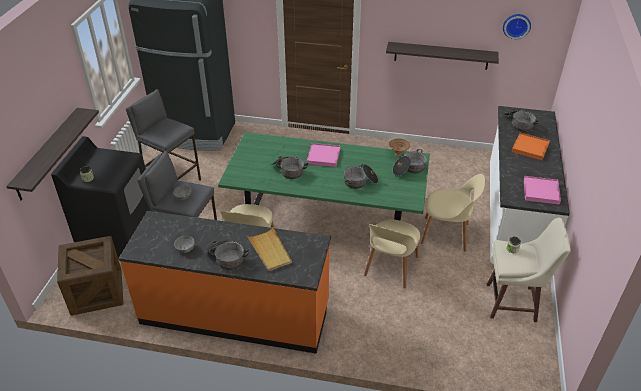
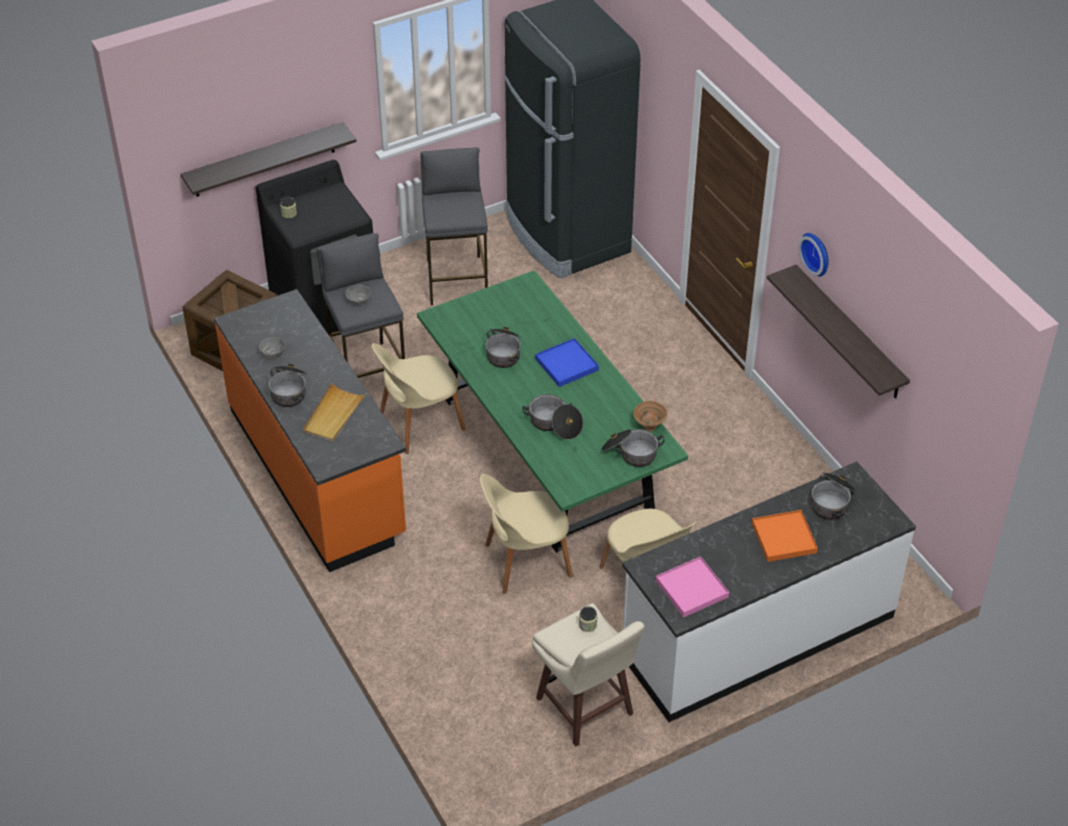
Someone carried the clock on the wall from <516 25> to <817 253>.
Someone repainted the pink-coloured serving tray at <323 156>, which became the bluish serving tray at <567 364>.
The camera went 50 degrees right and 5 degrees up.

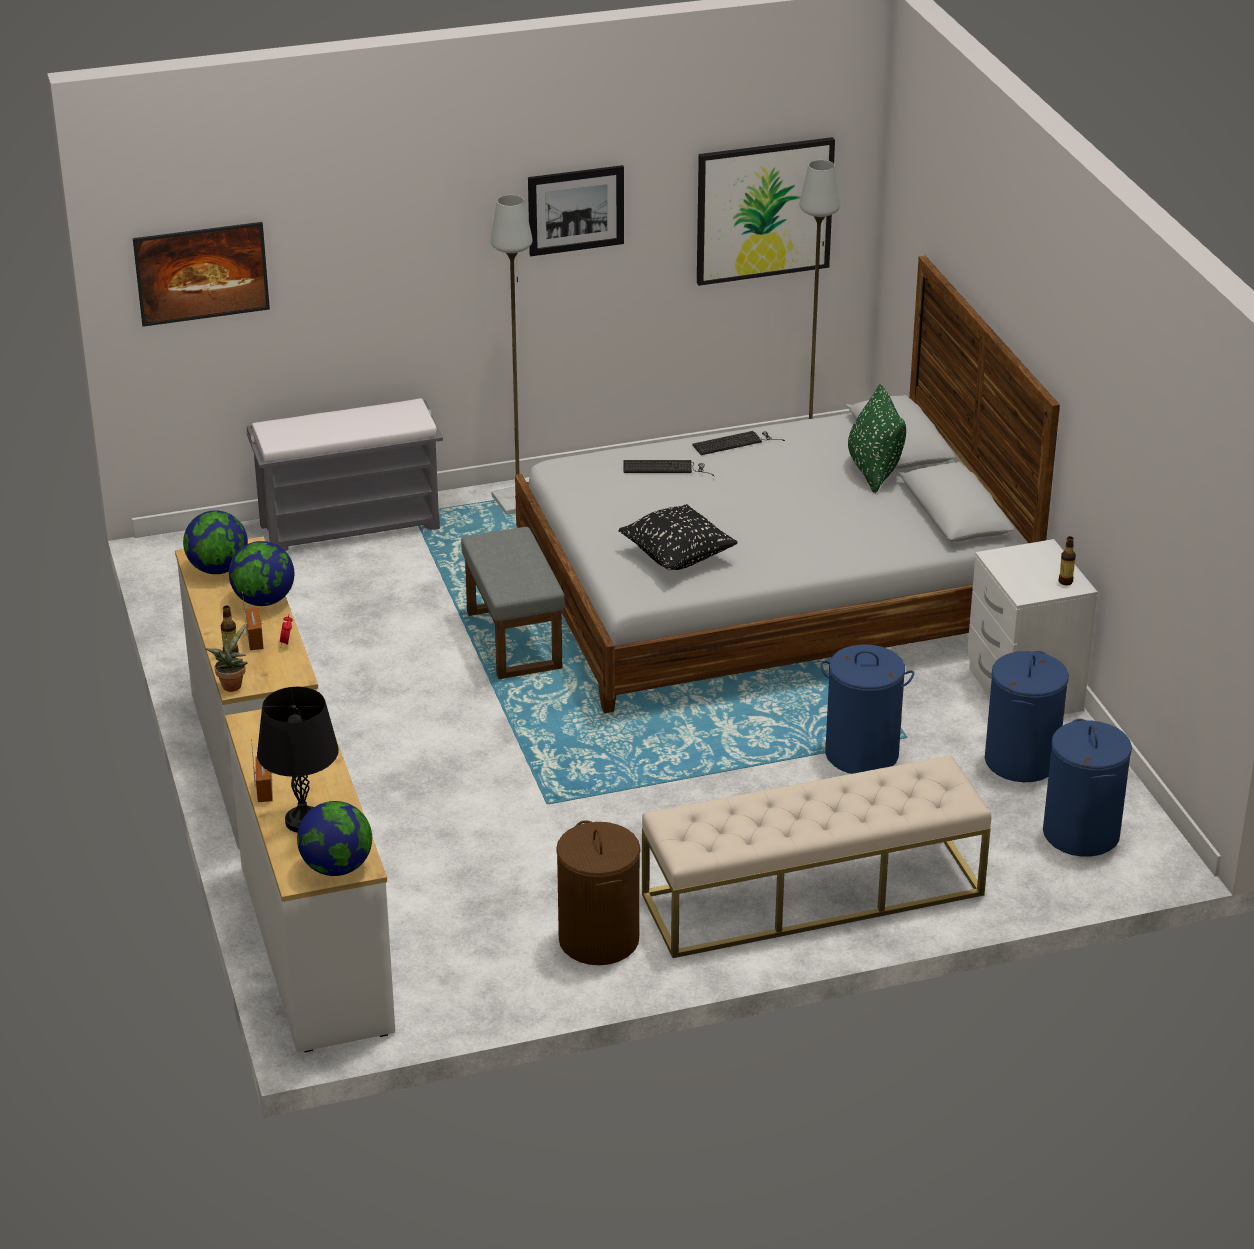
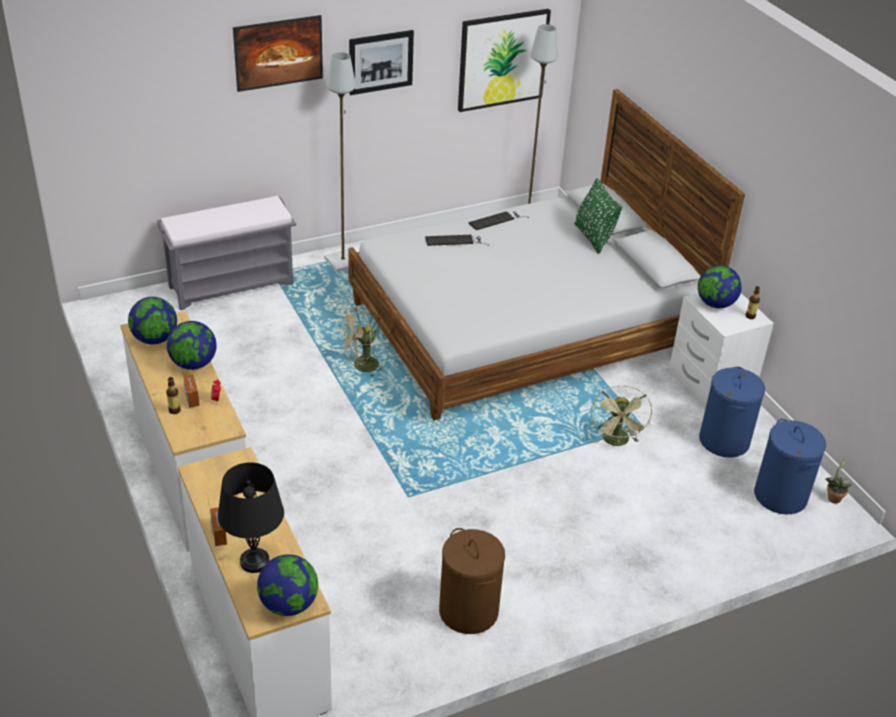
Someone carried the picture from <203 295> to <279 68>.
Someone took away the blackish throw pillow at <677 557>.
Someone swapped the grey ottoman at <515 641> for the beige cooling fan at <361 367>.
Someone carried the plant in a pot from <232 684> to <833 497>.
Someone swapped the bluish laundry basket at <862 754> for the green cooling fan at <617 442>.
Someone took away the beige bench at <812 895>.
Someone put down the world globe at <715 304>.
The camera went 10 degrees left and 5 degrees up.

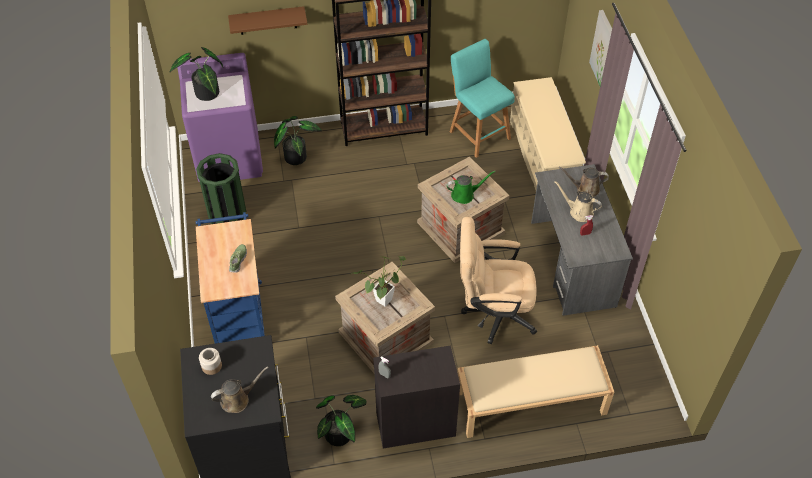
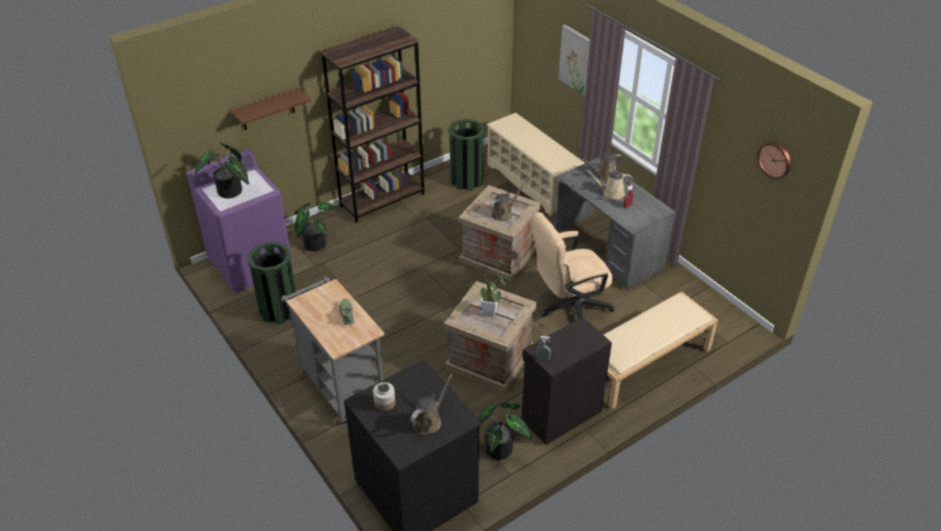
Someone swapped the blue-green sitting stool at <478 133> for the green waste bin at <466 180>.
Someone repainted the green watering can at <465 195>, which became the brown-coloured watering can at <503 213>.
Someone repainted the bluish cart at <239 312>, which became the grey cart at <340 384>.
Someone put up the clock on the wall at <775 159>.
The camera went 25 degrees left and 10 degrees down.

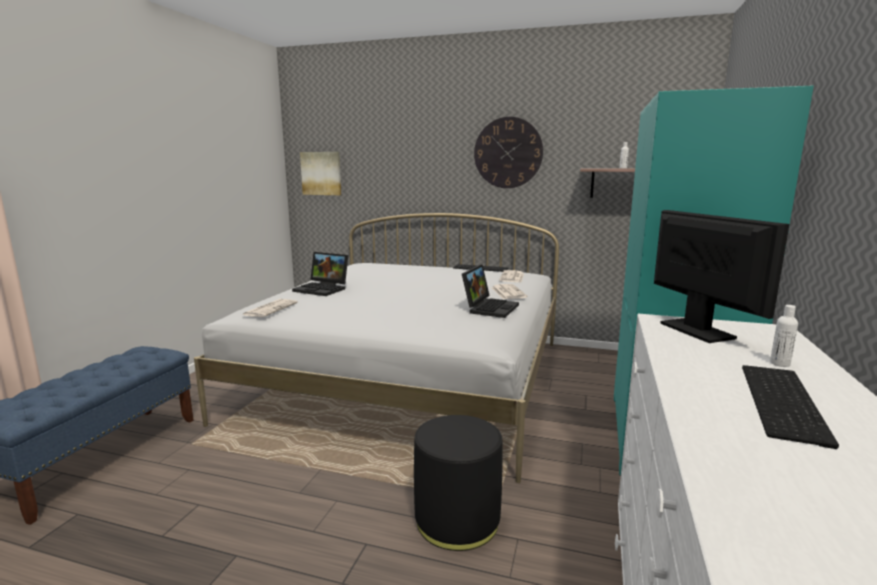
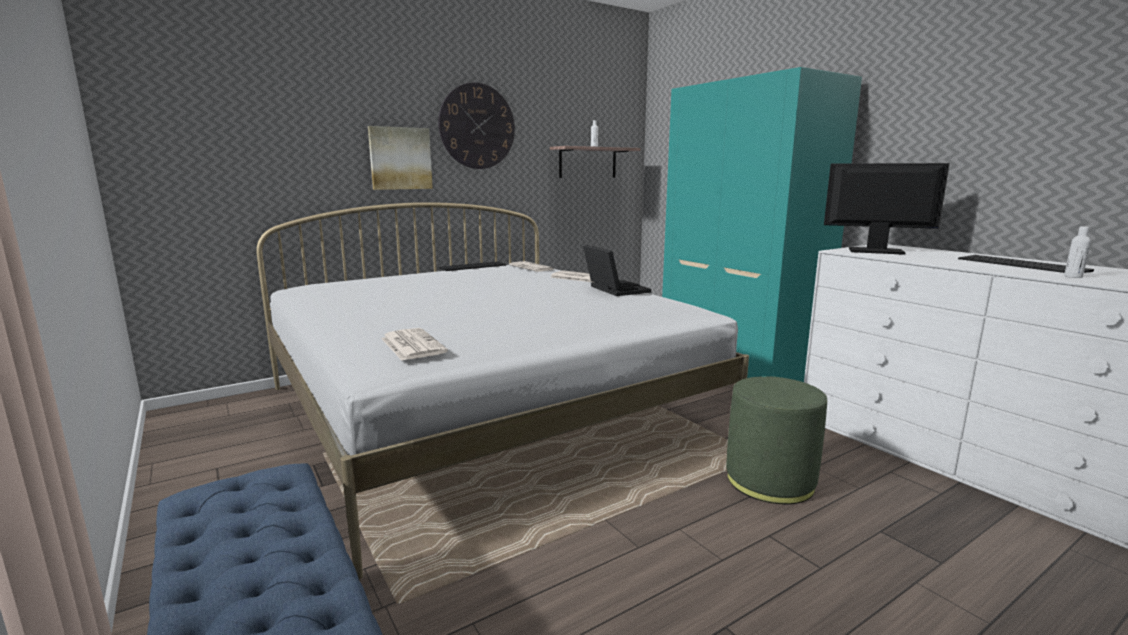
Someone carried the picture from <321 173> to <400 158>.
Someone took away the notebook computer at <323 289>.
Someone carried the white drink bottle from <780 363> to <1073 276>.
Someone repainted the blackish ottoman at <457 520>, which became the green ottoman at <769 481>.
The camera went 50 degrees left and 0 degrees up.

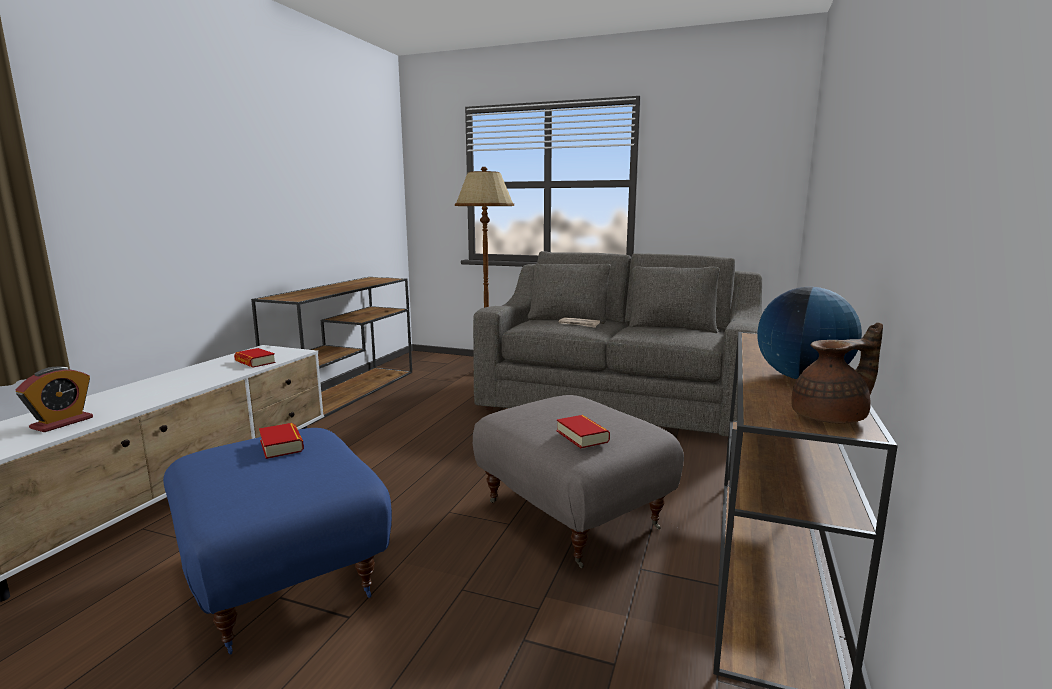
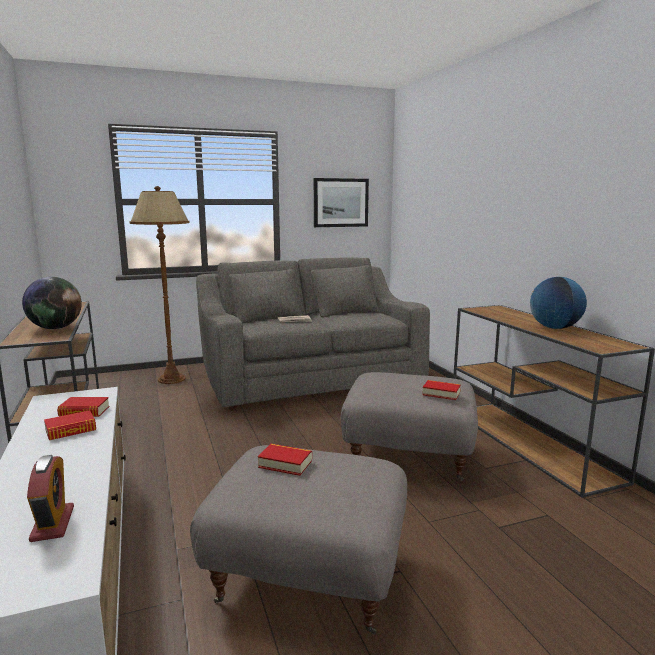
Someone took away the brown-coloured pot for tea at <831 418>.
Someone repainted the bluish ottoman at <286 574>, which became the grey ottoman at <309 574>.
Someone put up the picture at <340 202>.
Someone put down the world globe at <55 328>.
Someone put down the book at <71 430>.
The camera went 40 degrees left and 0 degrees up.

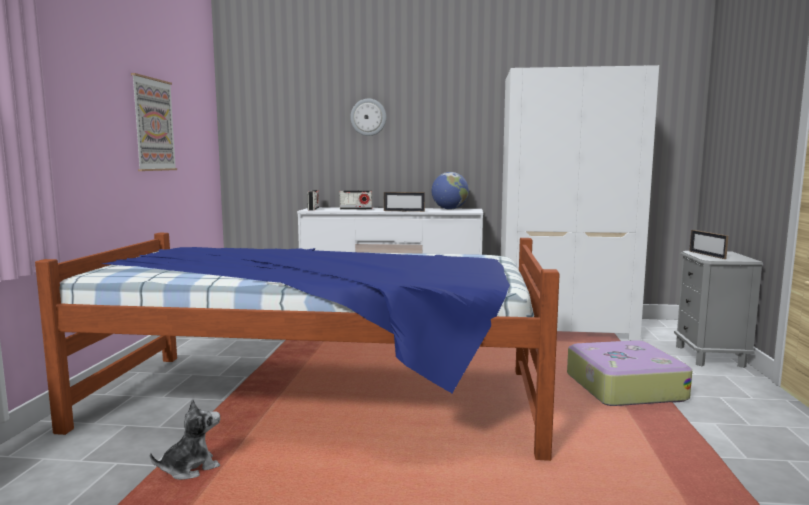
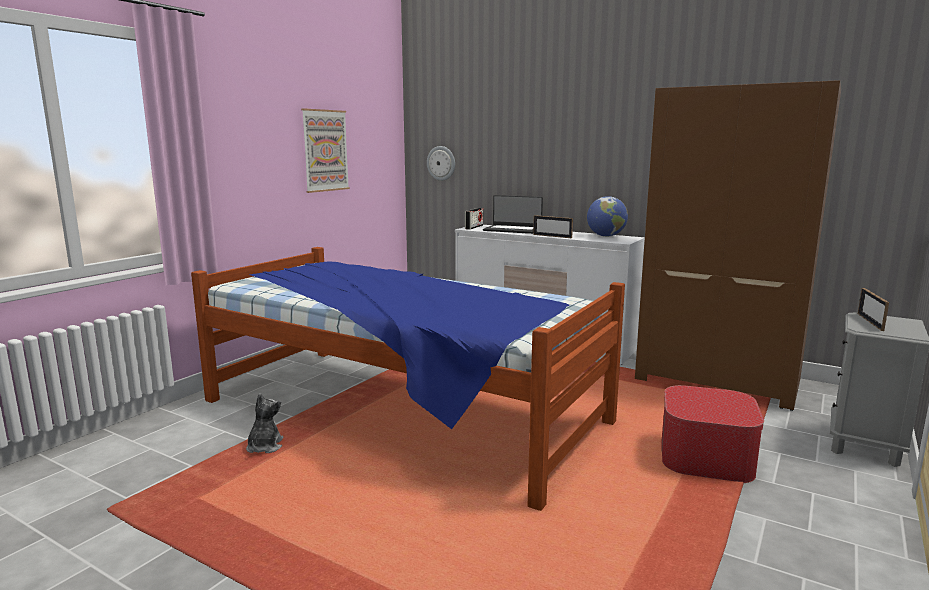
Someone repainted the white clothes cupboard at <565 327>, which became the brown-coloured clothes cupboard at <718 380>.
Someone carried the clock on the wall from <368 117> to <441 163>.
Someone swapped the radio set at <356 209> for the notebook computer at <512 230>.
Someone swapped the piece of luggage at <623 387> for the ottoman at <705 457>.
Someone rotated the plush toy at <190 468> by 75 degrees counterclockwise.
The camera went 25 degrees right and 5 degrees up.

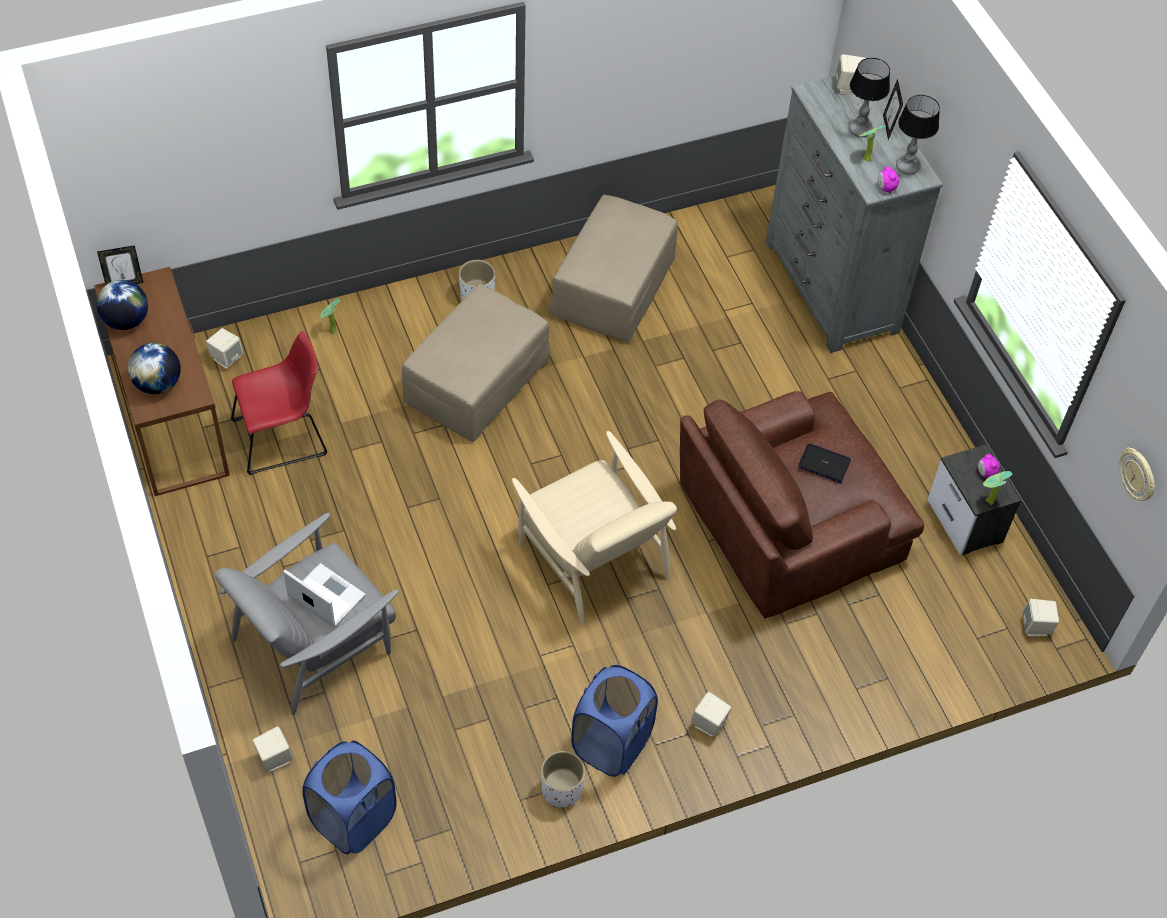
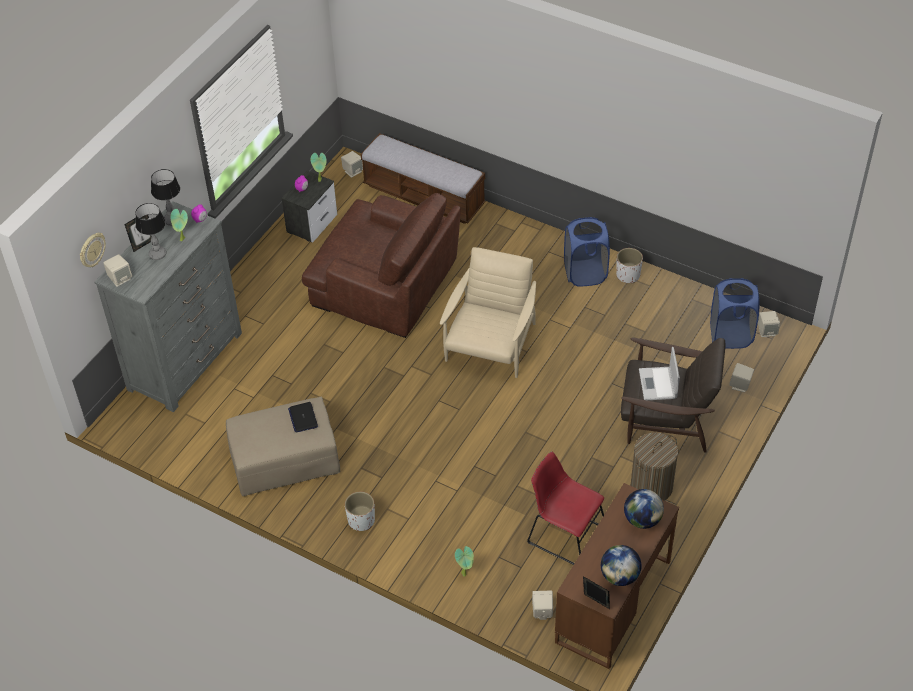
Someone took away the beige ottoman at <476 381>.
Someone carried the notebook computer from <824 464> to <303 417>.
Someone carried the clock on the wall from <1138 475> to <92 250>.
Someone repainted the grey lounge chair at <315 642>, which became the brown-coloured lounge chair at <666 418>.
Someone carried the beige audio speaker from <709 724> to <767 331>.
Someone put down the bench at <424 196>.
Someone put down the laundry basket at <651 487>.
The camera went 125 degrees left and 5 degrees down.

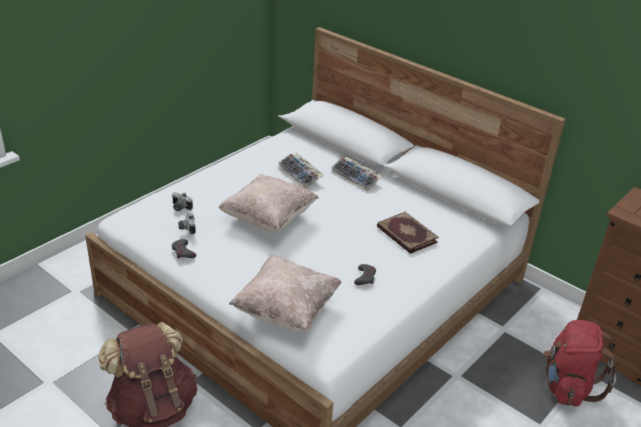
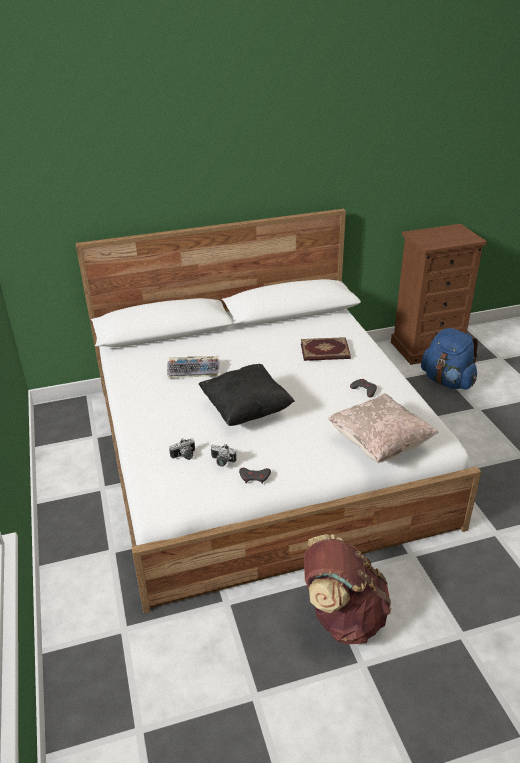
Someone took away the computer keyboard at <356 177>.
Someone repainted the beige throw pillow at <268 219>, which became the blackish throw pillow at <246 410>.
Someone repainted the reddish knapsack at <567 386>, which became the bluish knapsack at <447 381>.
The camera went 55 degrees left and 0 degrees up.

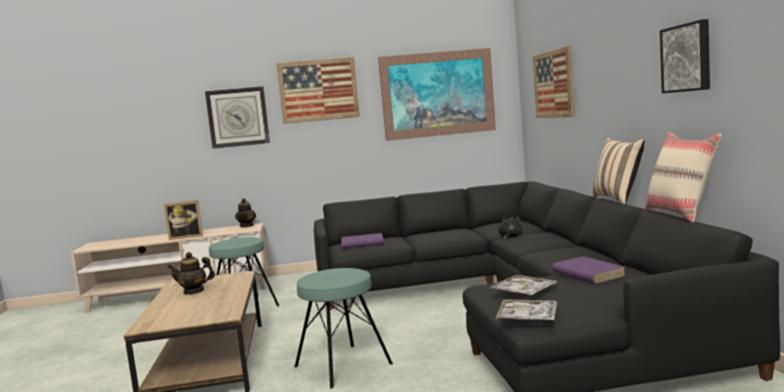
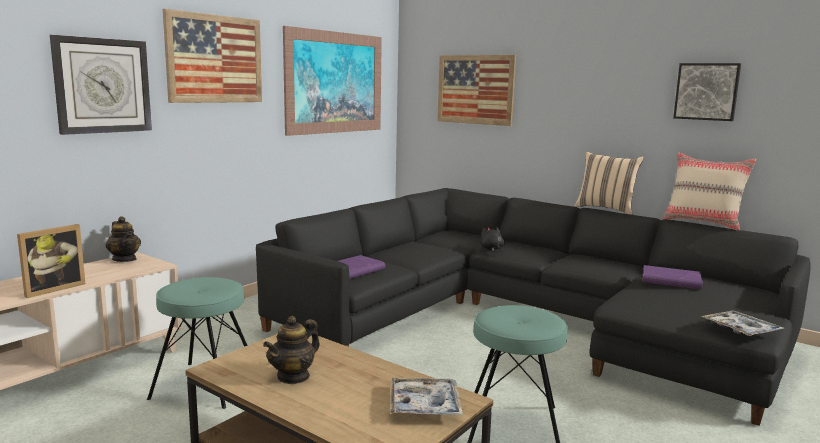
Someone carried the serving tray from <523 292> to <424 405>.
The camera went 45 degrees left and 5 degrees up.

